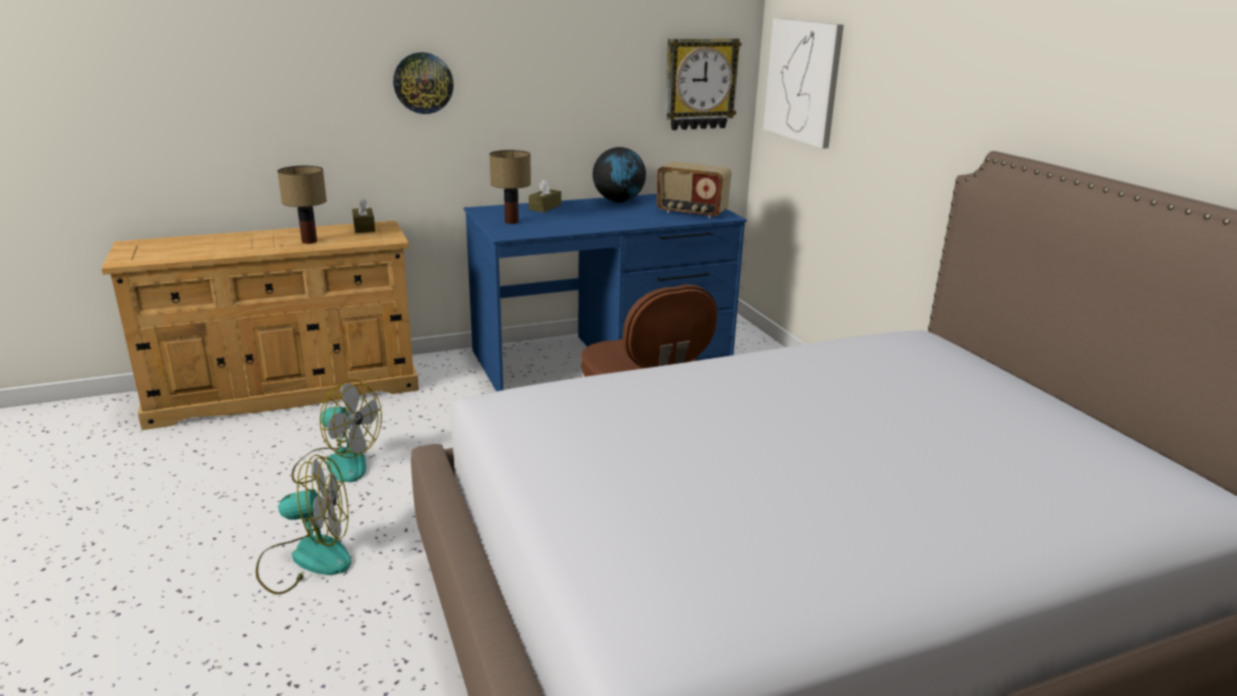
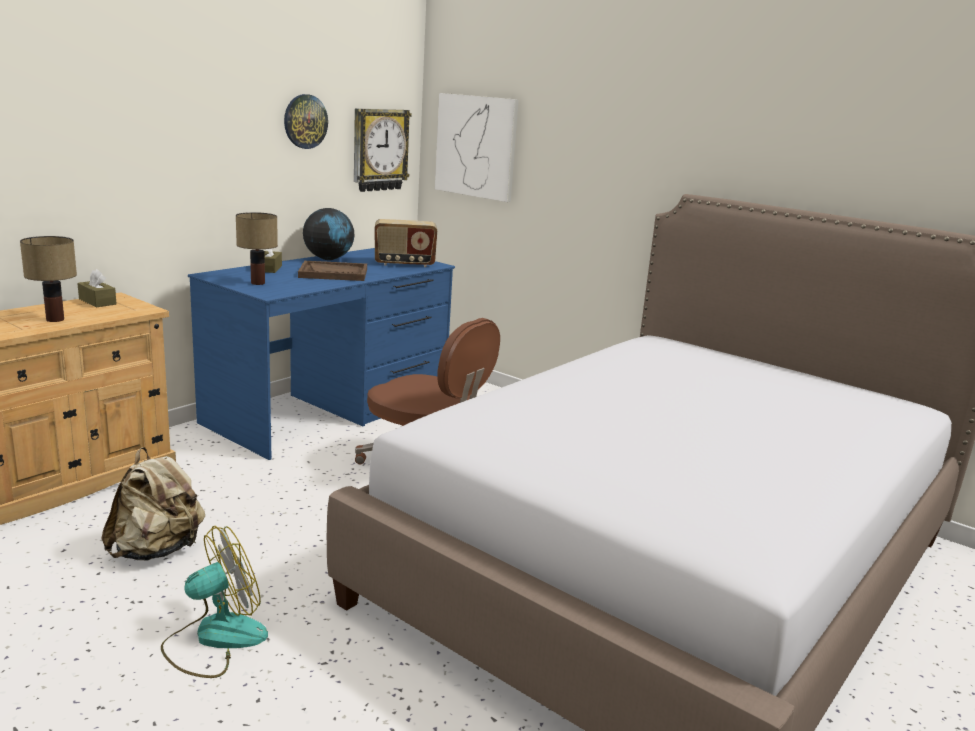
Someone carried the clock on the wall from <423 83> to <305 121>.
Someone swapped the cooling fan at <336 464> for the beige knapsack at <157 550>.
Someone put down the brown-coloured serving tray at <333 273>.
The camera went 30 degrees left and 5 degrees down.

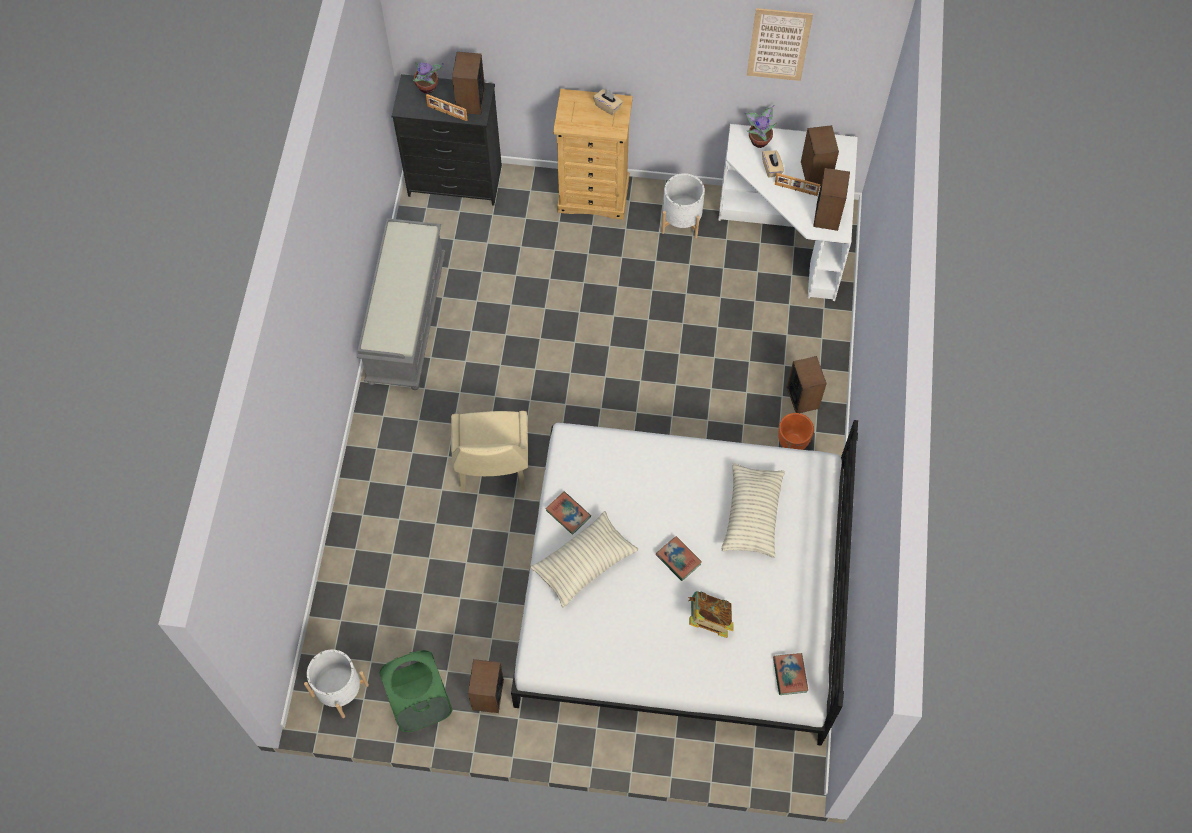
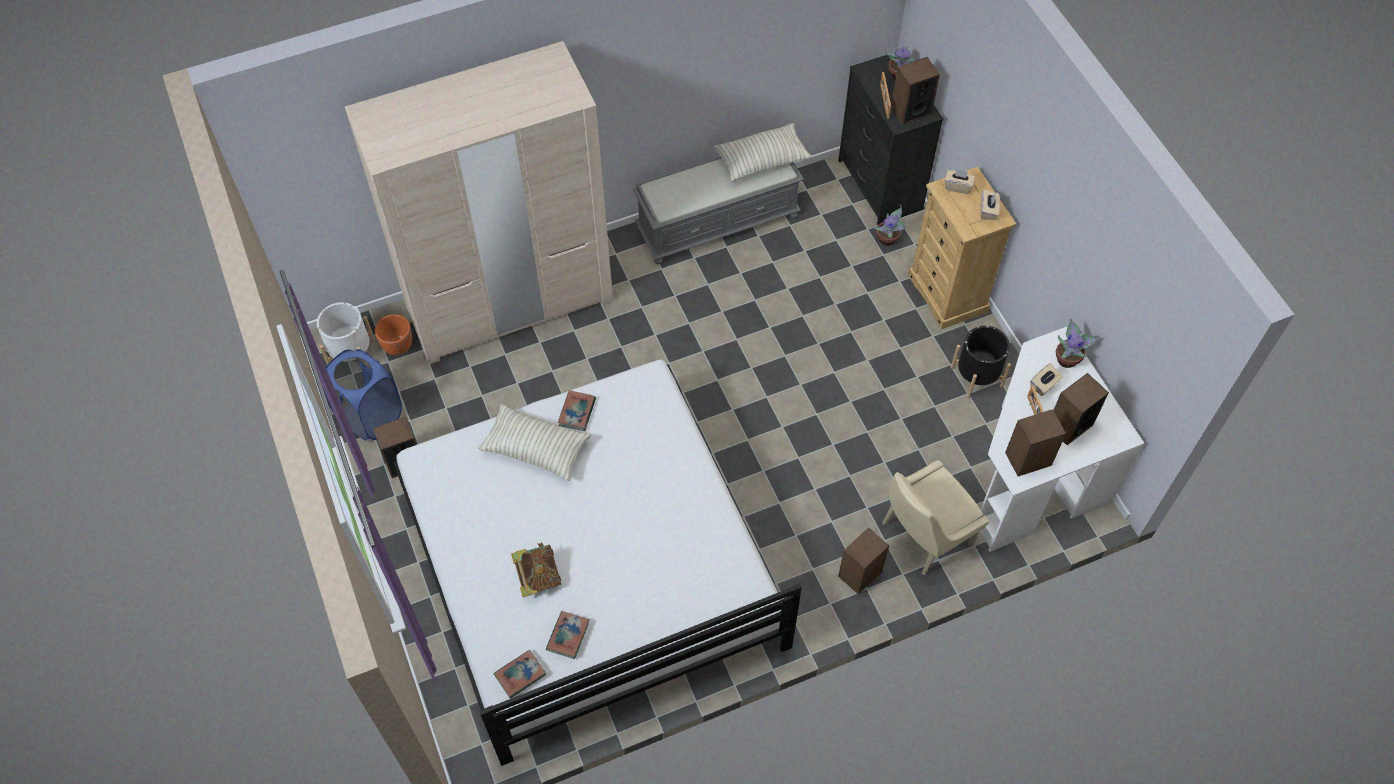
Someone took away the picture at <778 44>.
Someone repainted the white flower pot at <681 220>, which became the blackish flower pot at <976 376>.
Someone carried the beige upright chair from <492 468> to <923 535>.
Someone carried the orange flower pot from <793 442> to <398 347>.
Someone carried the throw pillow from <752 515> to <761 160>.
Someone carried the book from <678 559> to <568 636>.
Someone repainted the green laundry basket at <420 703>, which became the bluish laundry basket at <370 416>.
Someone put down the beige clothes cupboard at <509 302>.
Someone put down the beige tissue box at <958 186>.
Someone put down the plant in a pot at <888 239>.
The camera went 60 degrees right and 5 degrees down.

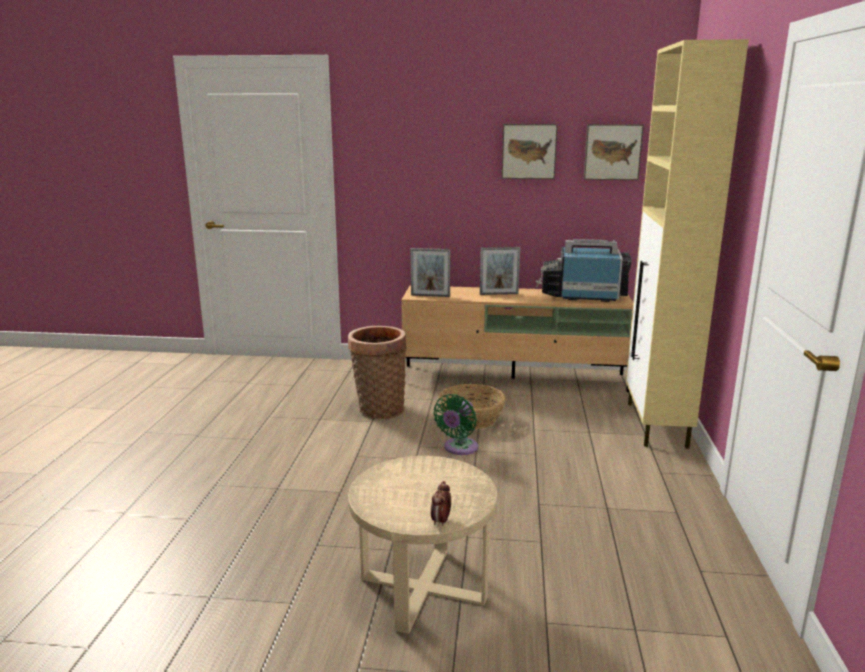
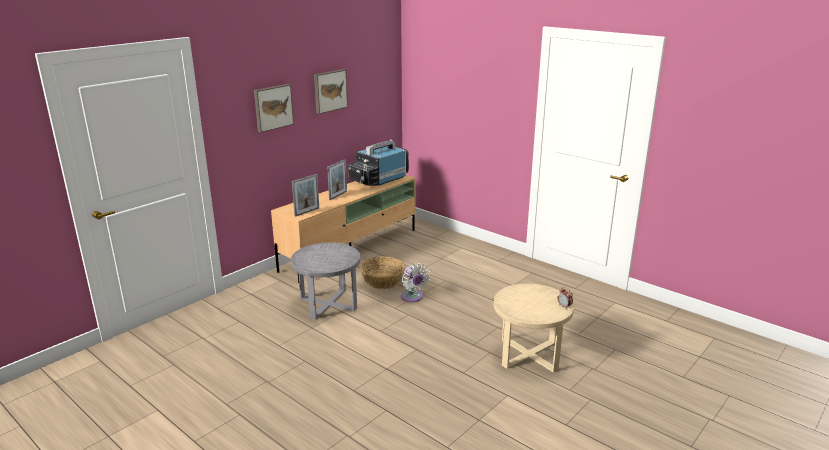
Someone took away the beige cabinet at <656 425>.
Someone carried the picture from <612 152> to <272 107>.
Someone swapped the storage basket at <378 409> for the grey end table at <328 303>.
Someone repainted the green cooling fan at <459 448>, which became the white cooling fan at <413 298>.
The camera went 55 degrees left and 5 degrees up.

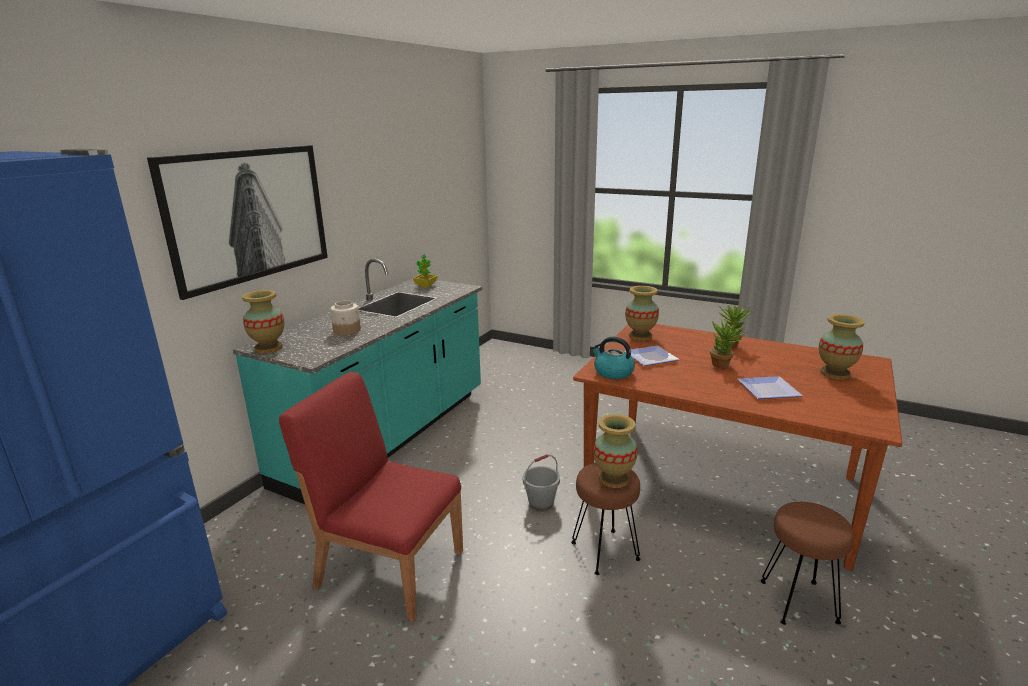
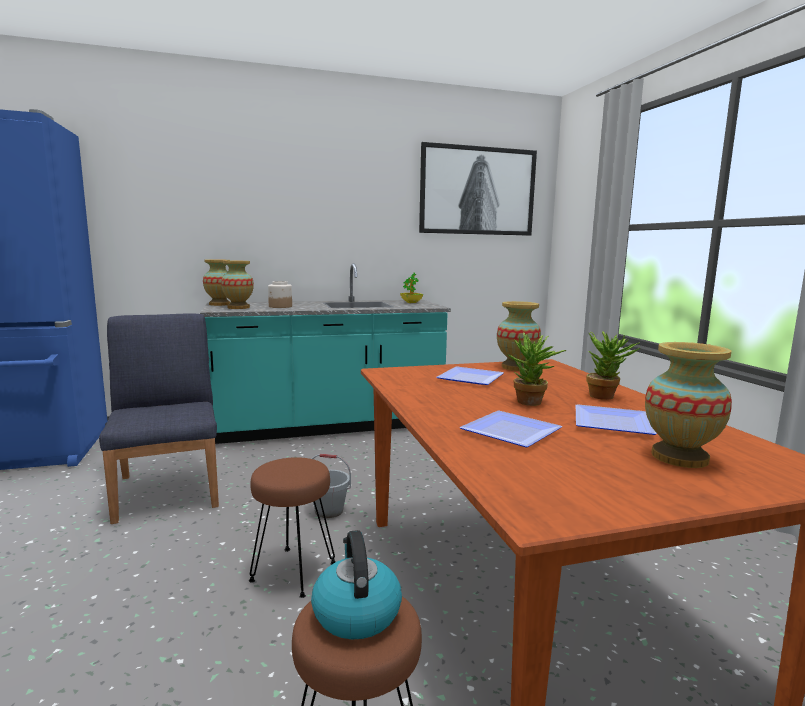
Someone carried the picture from <250 215> to <478 191>.
Someone carried the kettle from <613 372> to <356 612>.
Someone repainted the reddish upright chair at <389 567>, which became the bluish upright chair at <169 490>.
Someone carried the decorative vase from <613 479> to <238 307>.
Someone put down the dinner plate at <615 424>.
The camera went 45 degrees right and 10 degrees down.

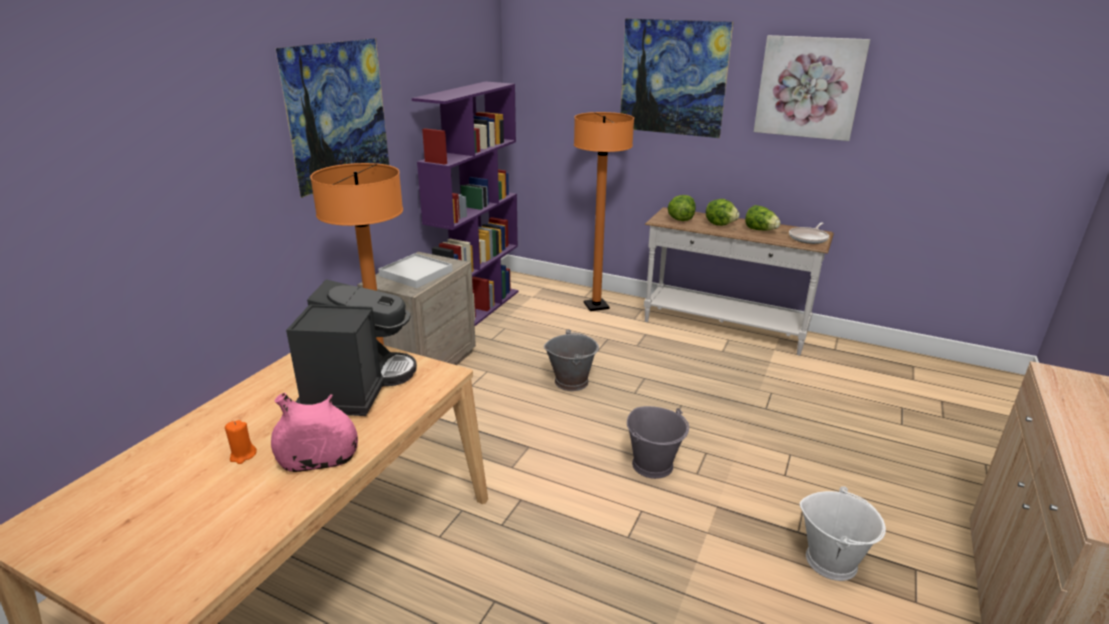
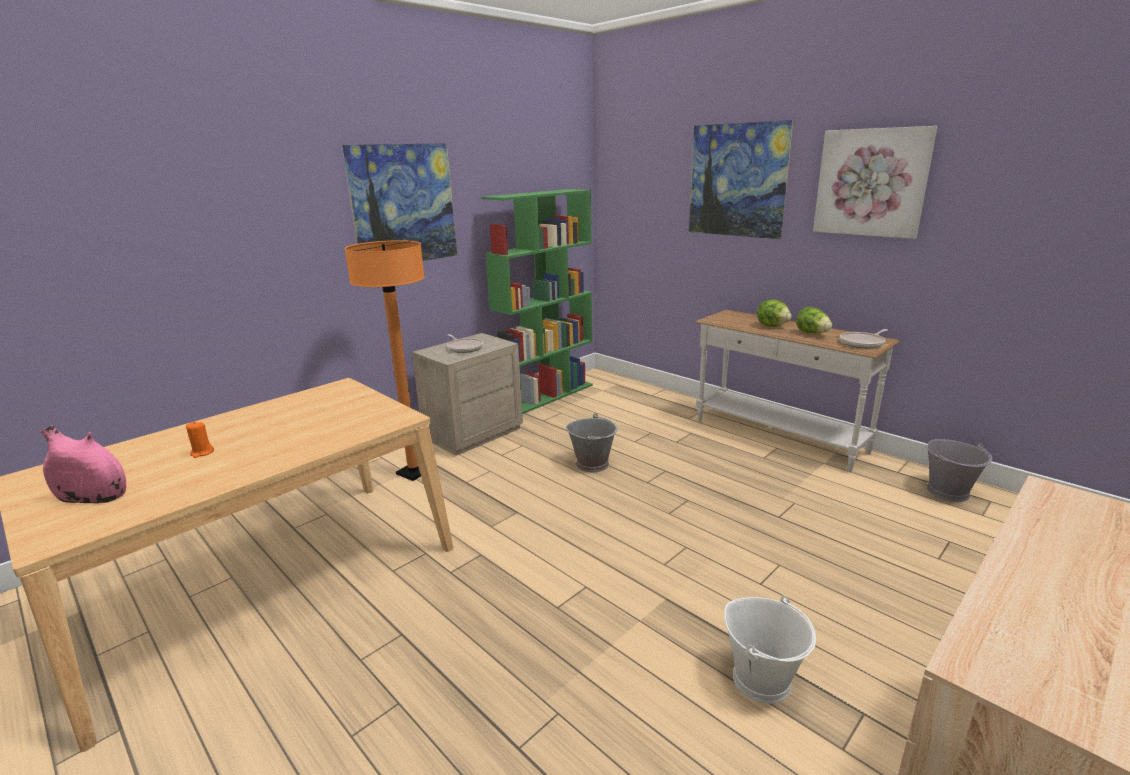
Someone repainted the purplish shelving unit at <477 309>, which became the green shelving unit at <546 396>.
Someone took away the orange standing lamp at <596 306>.
Someone took away the lettuce head at <680 219>.
Someone swapped the white serving tray at <416 273> for the pan at <464 348>.
Someone took away the coffee machine at <356 385>.
Someone carried the pink-coloured decorative vase from <319 462> to <93 497>.
Someone carried the grey water bucket from <653 465> to <948 492>.
The camera went 20 degrees right and 5 degrees down.

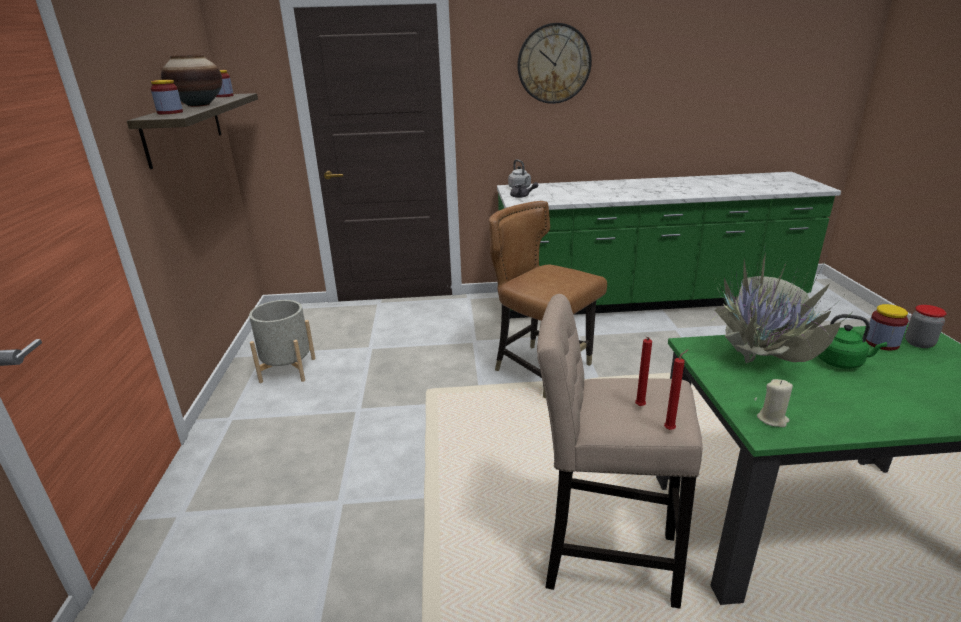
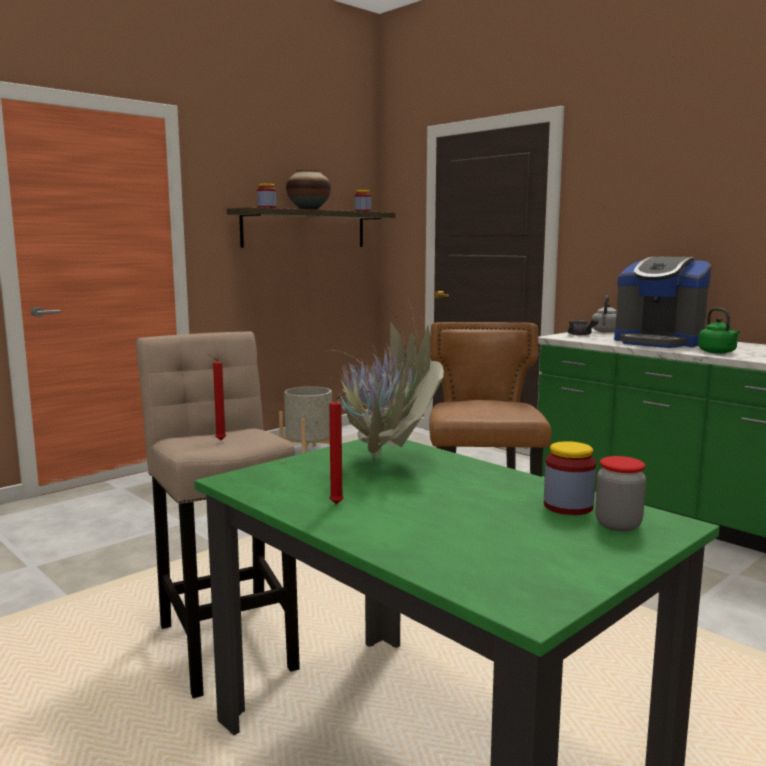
Someone took away the clock on the wall at <554 64>.
Someone carried the green kettle from <841 362> to <718 352>.
Someone carried the reddish candle from <671 429> to <338 504>.
Someone took away the beige candle at <772 419>.
Someone put down the coffee machine at <658 342>.
The camera went 50 degrees right and 15 degrees down.

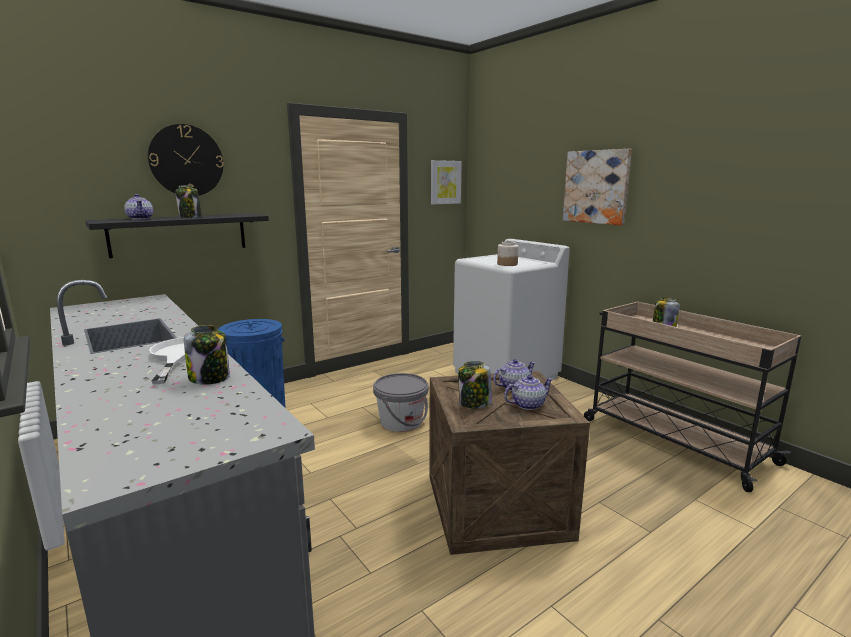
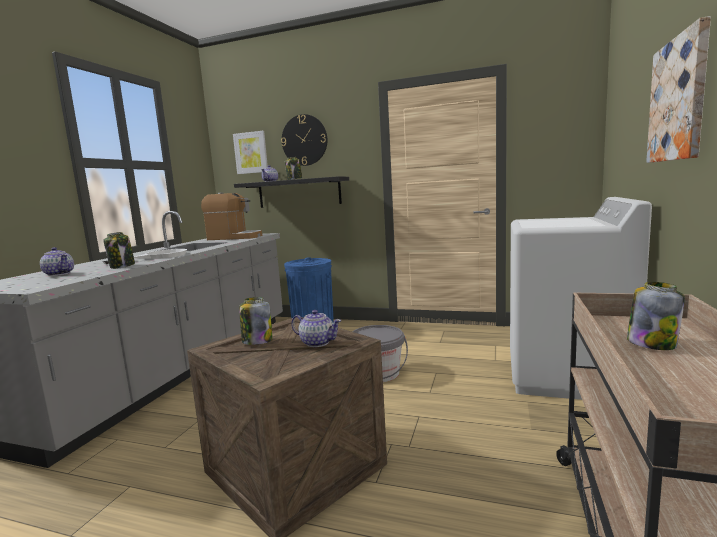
Someone carried the picture from <445 182> to <251 153>.
Someone took away the storage jar at <507 264>.
Someone carried the pot for tea from <527 405> to <59 274>.
Someone put down the coffee machine at <234 237>.
The camera went 55 degrees right and 5 degrees down.

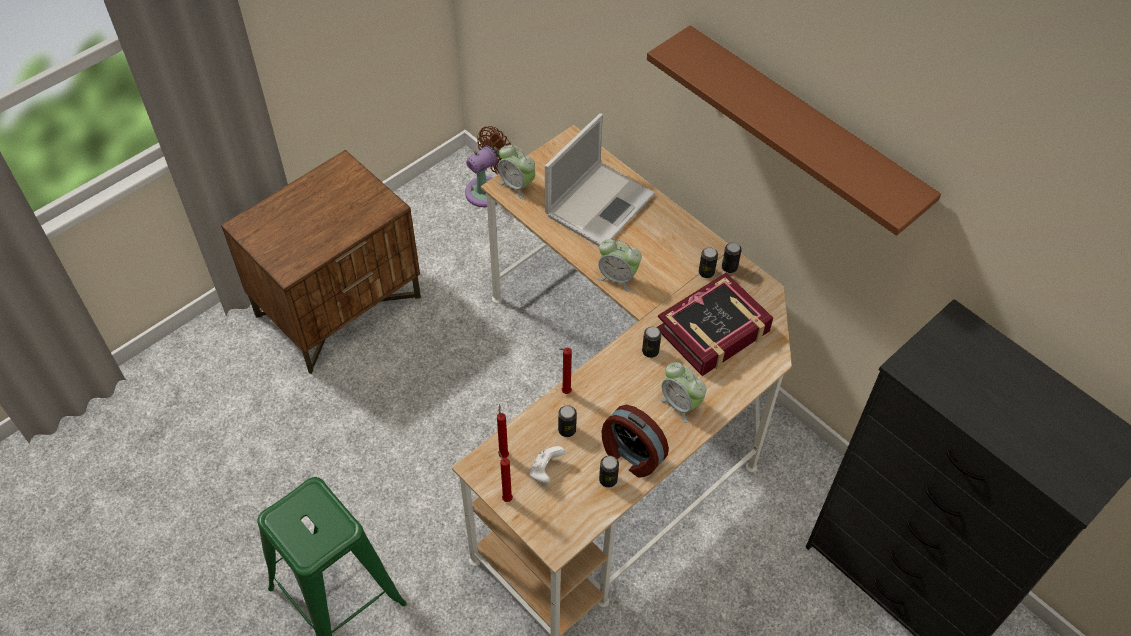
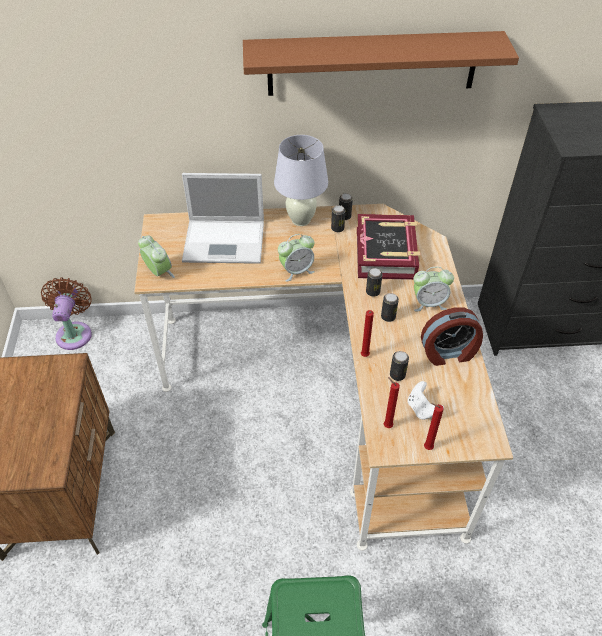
Someone rotated the notebook computer at <600 203> by 105 degrees clockwise.
Someone rotated the alarm clock at <517 185> by 120 degrees counterclockwise.
Someone carried the can from <608 480> to <388 317>.
Someone put down the white table lamp at <300 220>.
The camera went 50 degrees left and 5 degrees down.

